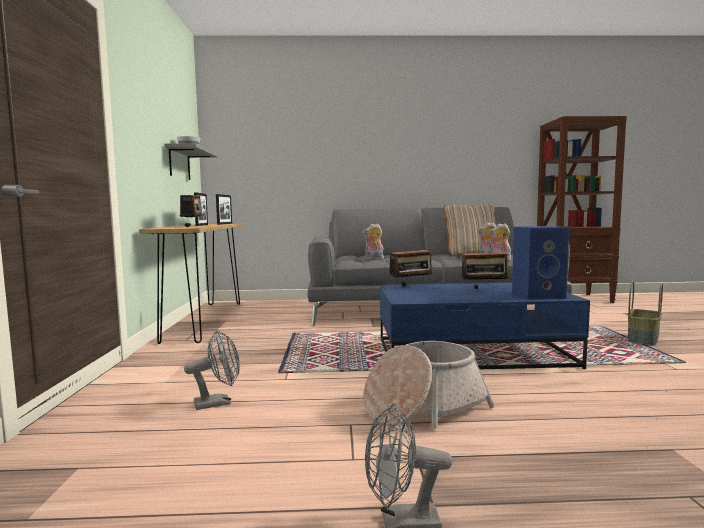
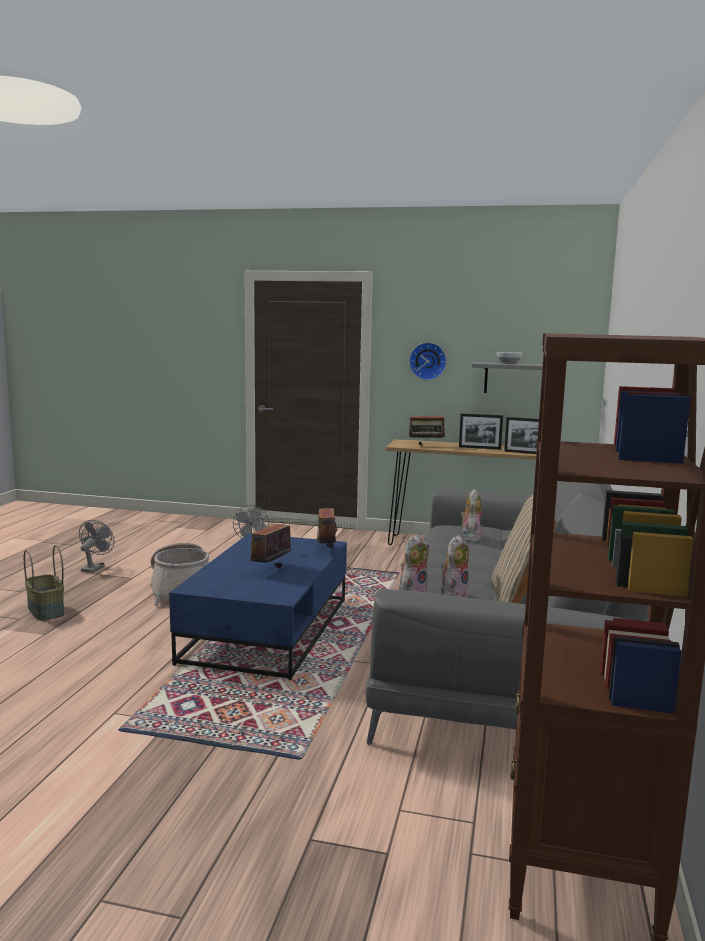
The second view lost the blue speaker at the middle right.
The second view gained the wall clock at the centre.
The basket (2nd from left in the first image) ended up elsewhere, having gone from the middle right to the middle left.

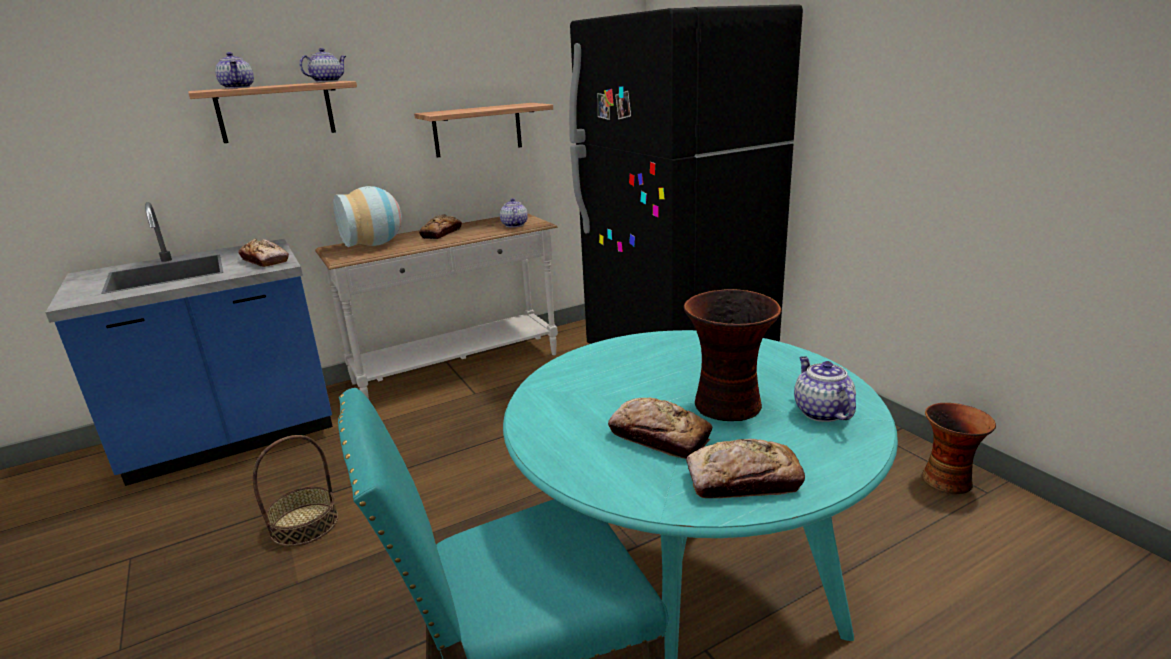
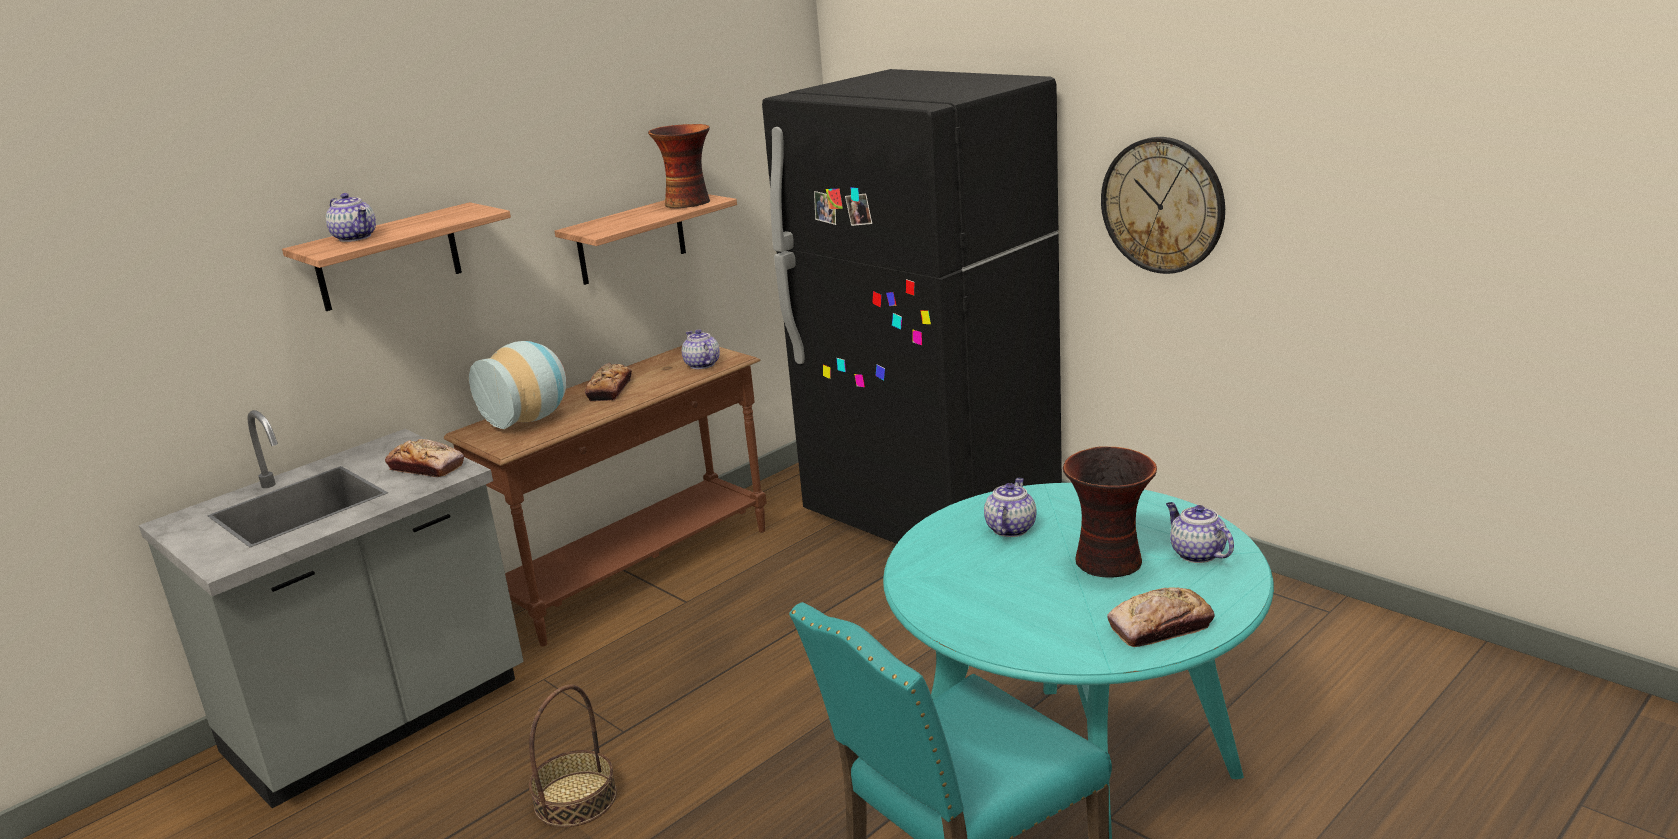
The second view lost the bread (3rd from left) at the centre.
The second view gained the wall clock at the top right.
The teapot (2nd from left in the first image) ended up elsewhere, having gone from the top left to the centre.
The vase (3rd from left in the first image) ended up elsewhere, having gone from the bottom right to the top centre.
What was the blue counter at the middle left turned into the grey counter at the bottom left.
What was the white console table at the centre turned into the brown console table at the centre.

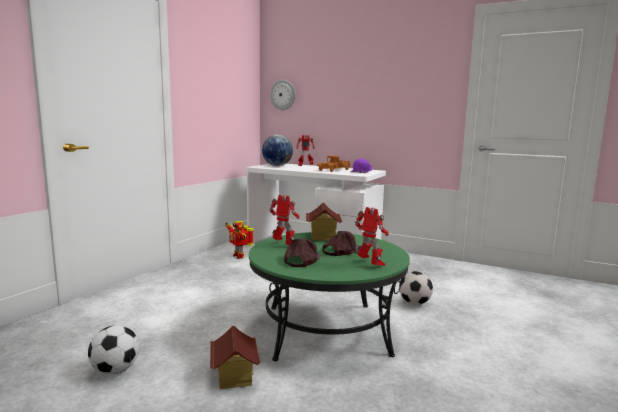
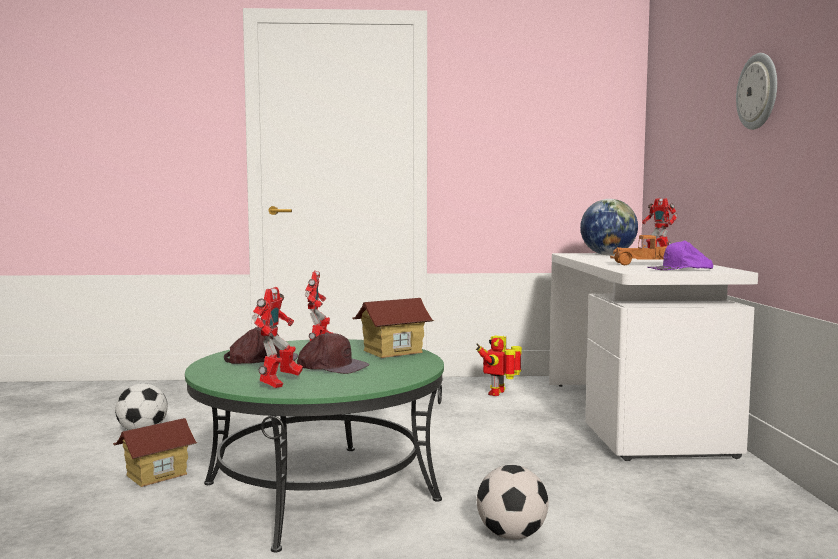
The wall clock ended up elsewhere, having gone from the top centre to the top right.

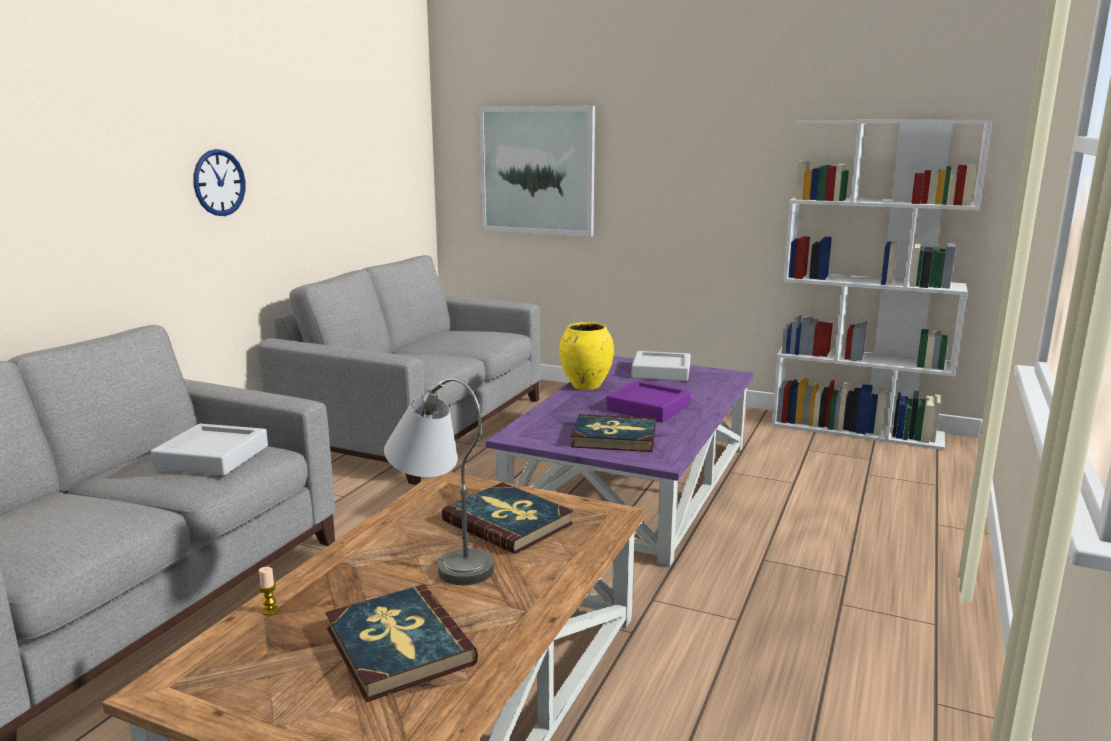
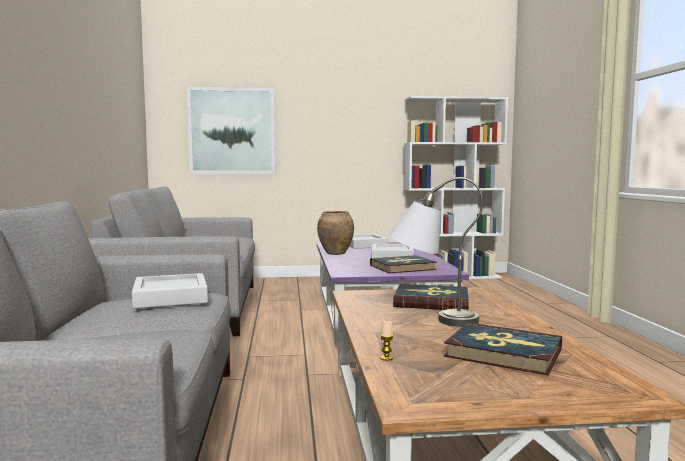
The second view lost the wall clock at the top left.
What was the yellow vase at the centre turned into the brown vase at the centre.
What was the purple tray at the centre turned into the grey tray (3rd from left) at the centre.

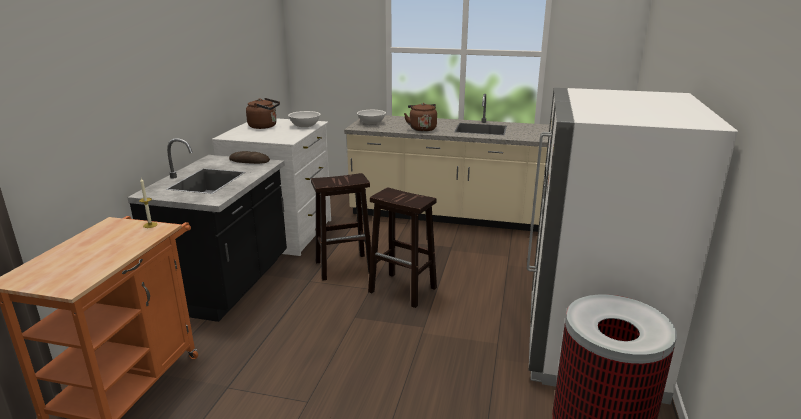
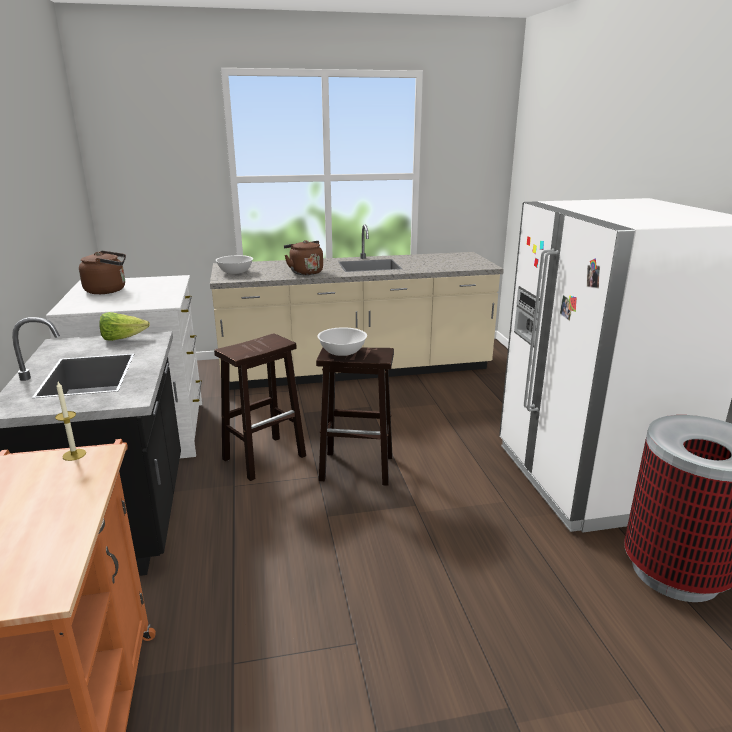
The white bowl (1st from left in the first image) ended up elsewhere, having gone from the top centre to the centre.
Where the bread stood at the middle left, the lettuce came to stand at the middle left.

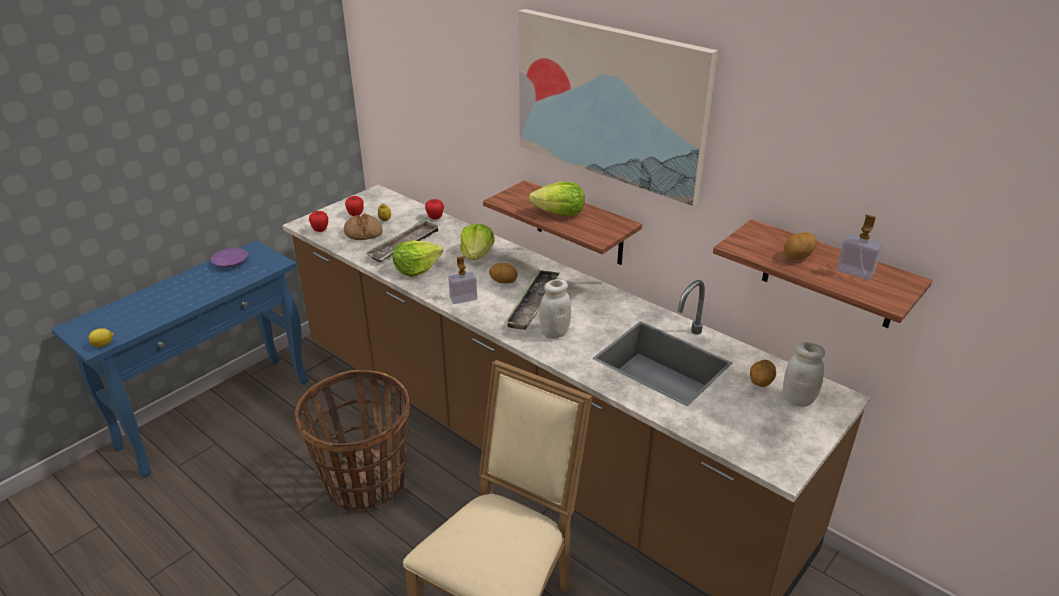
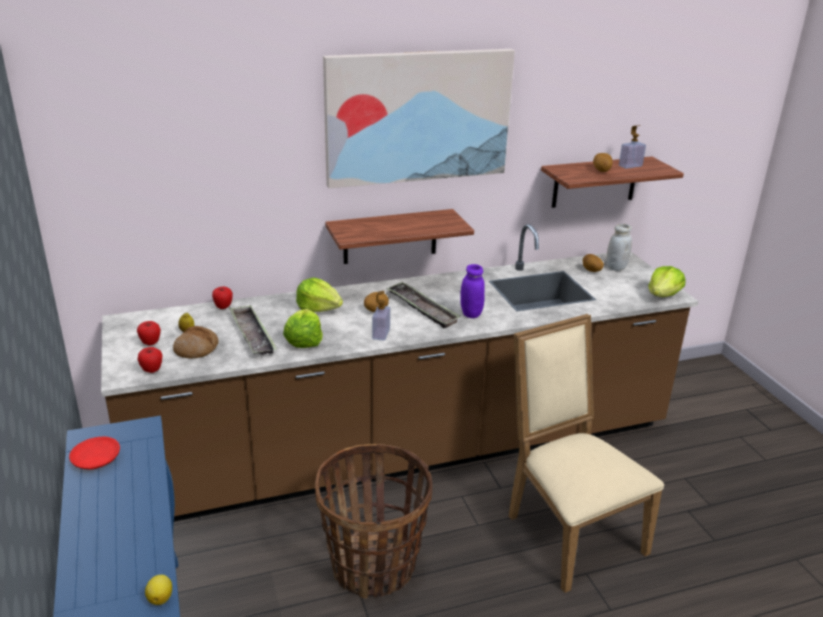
The lettuce (3rd from left) ended up elsewhere, having gone from the centre to the middle right.
What was the purple plate at the middle left turned into the red plate at the bottom left.
What was the white jar (1st from left) at the centre turned into the purple jar at the centre.

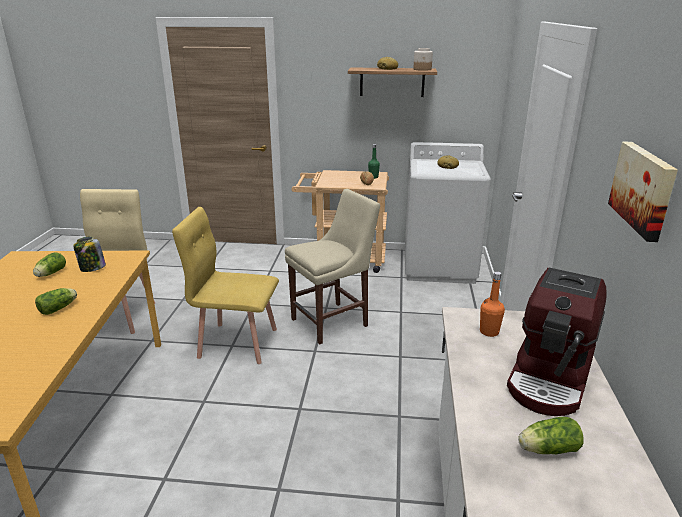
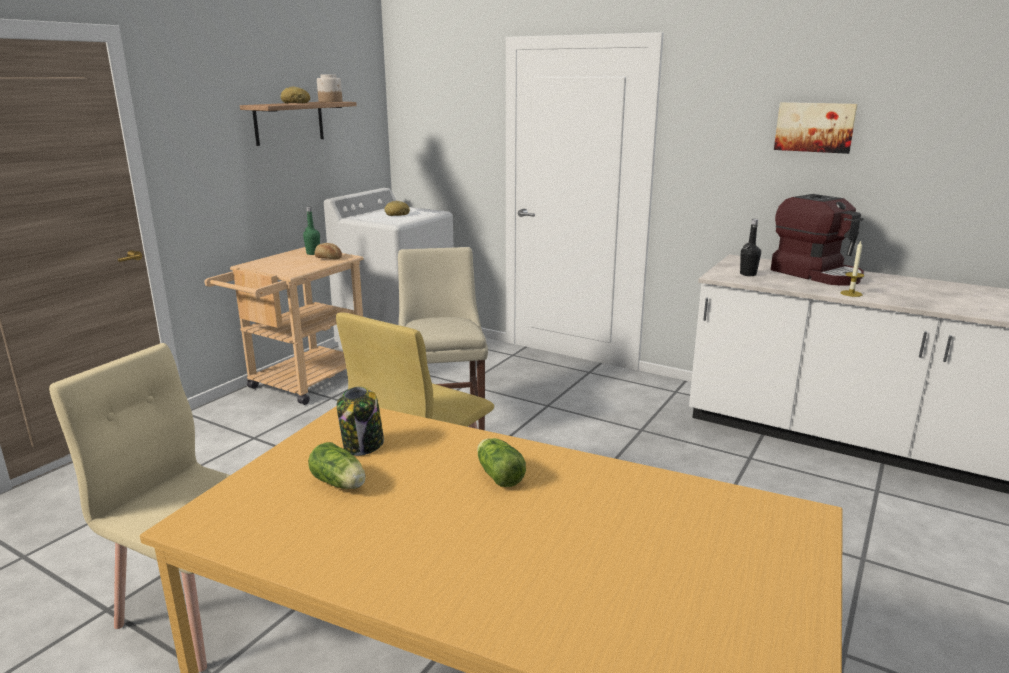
The second view lost the lettuce (3rd from left) at the bottom right.
The second view gained the candle at the middle right.
What was the orange bottle at the middle right turned into the black bottle at the middle right.

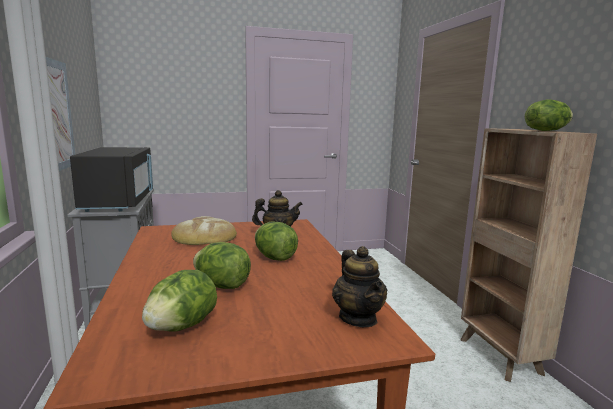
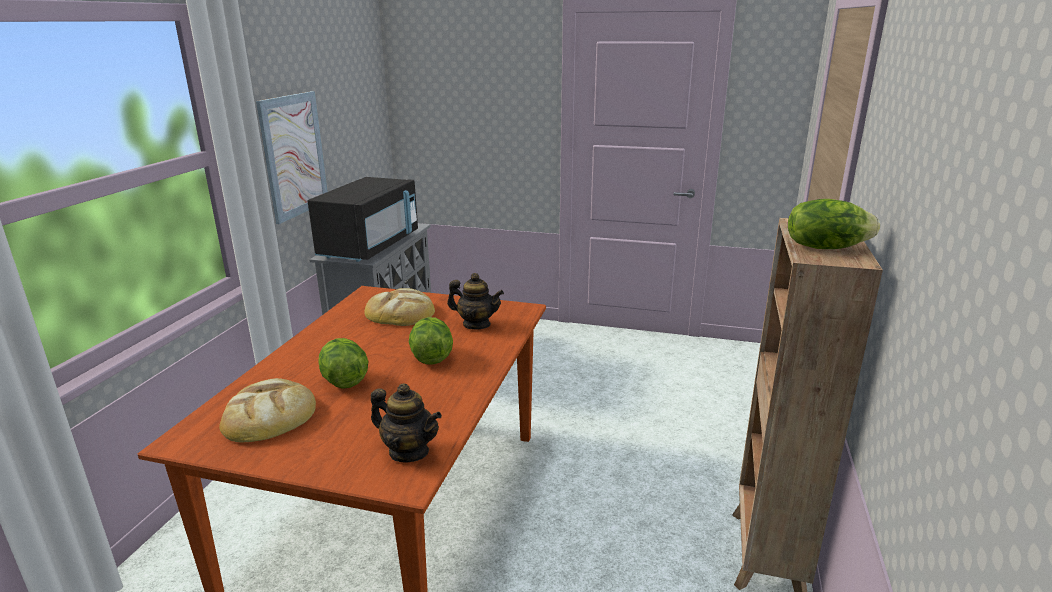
Where the lettuce (1st from left) stood at the bottom left, the bread (1st from left) came to stand at the bottom left.
The teapot (2nd from left in the first image) at the bottom centre ended up facing another way, 75 degrees counterclockwise from before.

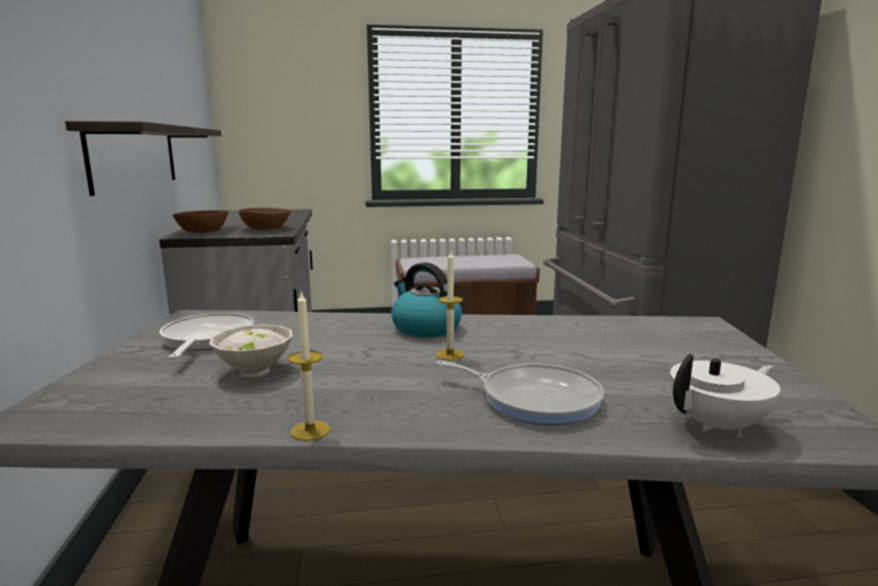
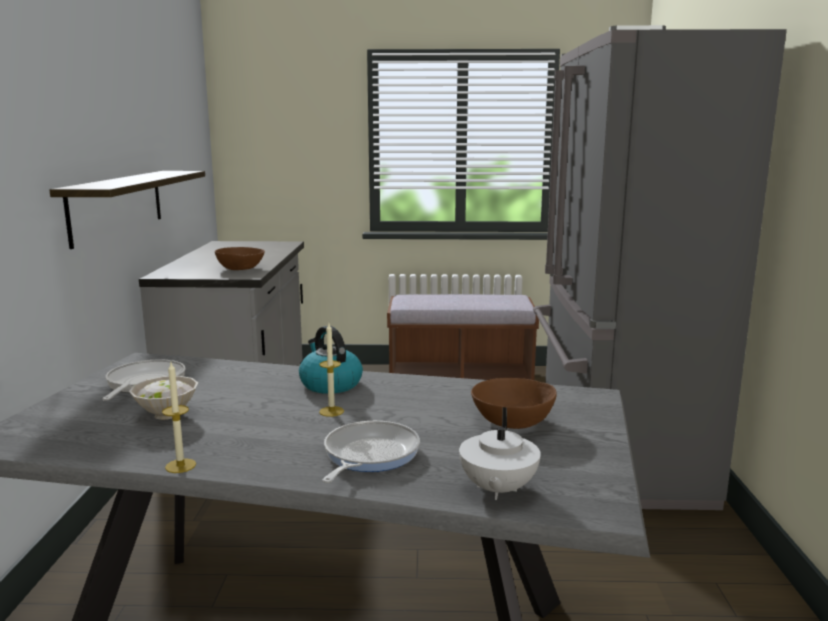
The brown bowl (1st from left in the first image) ended up elsewhere, having gone from the middle left to the centre.
The frying pan (2nd from left) at the bottom centre ended up facing another way, 105 degrees counterclockwise from before.
The white teapot at the bottom right ended up facing another way, 120 degrees clockwise from before.

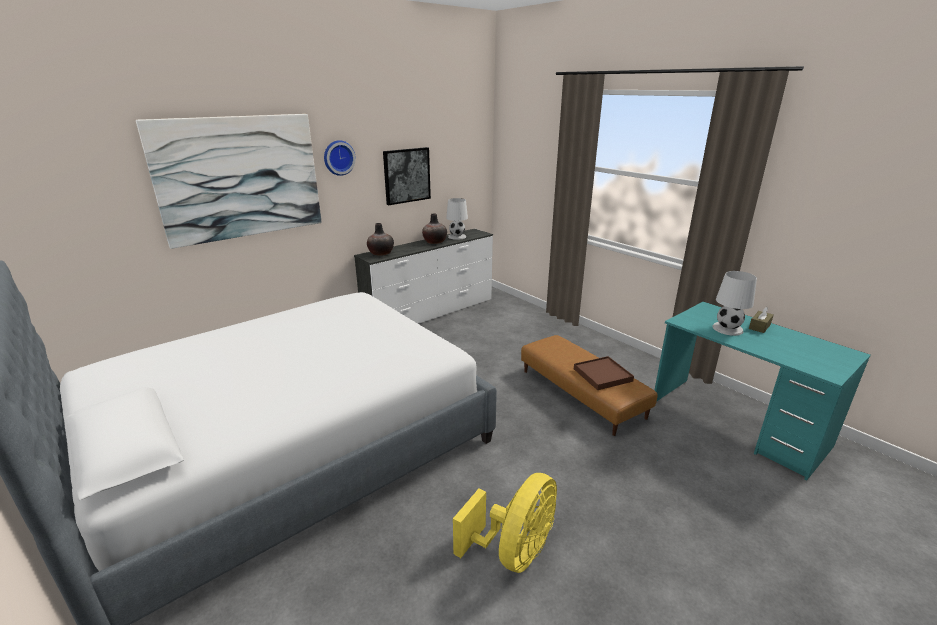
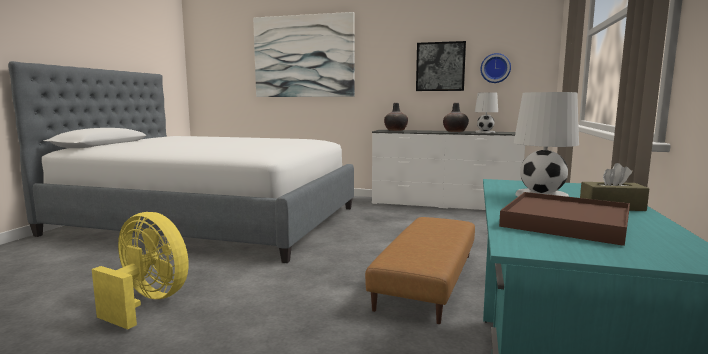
The wall clock ended up elsewhere, having gone from the top centre to the top right.
The brown tray ended up elsewhere, having gone from the centre to the middle right.
The yellow fan at the bottom centre ended up facing another way, 150 degrees counterclockwise from before.

